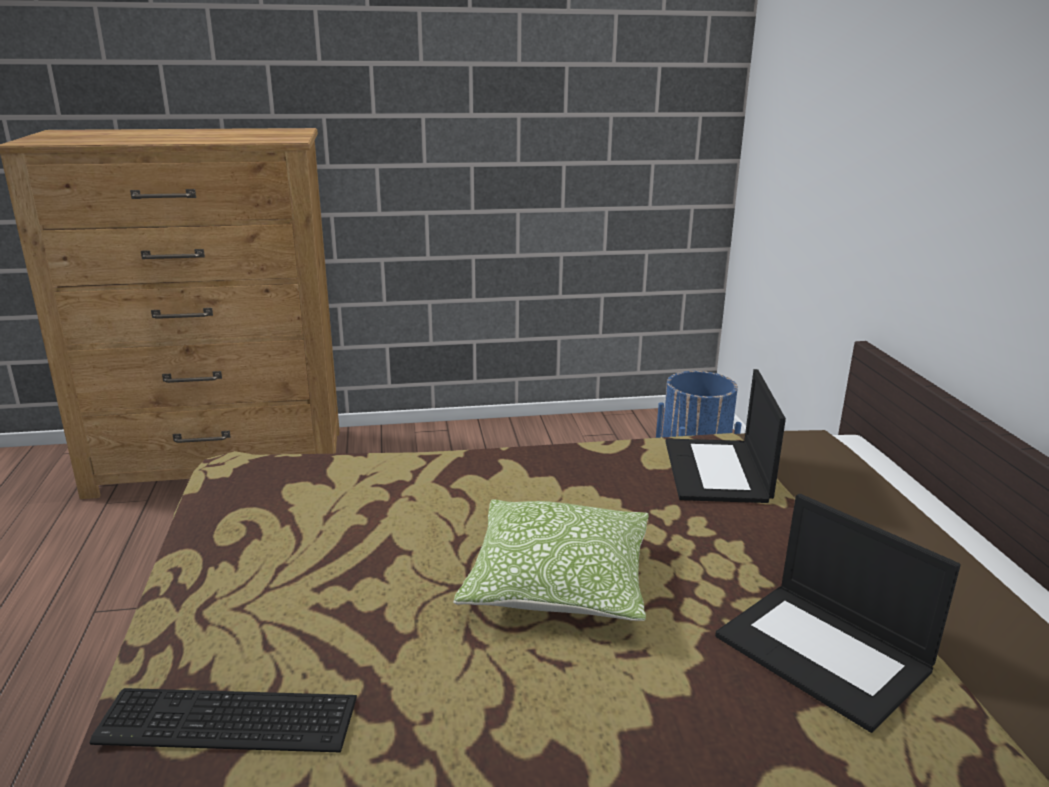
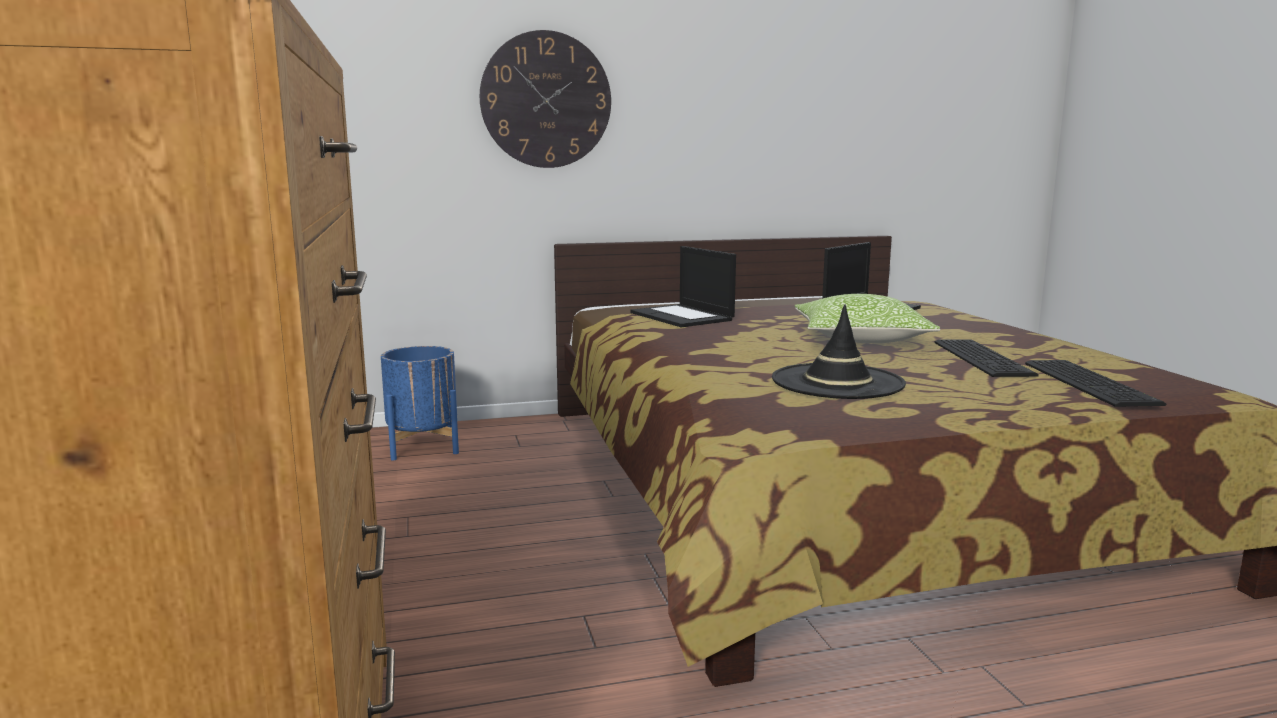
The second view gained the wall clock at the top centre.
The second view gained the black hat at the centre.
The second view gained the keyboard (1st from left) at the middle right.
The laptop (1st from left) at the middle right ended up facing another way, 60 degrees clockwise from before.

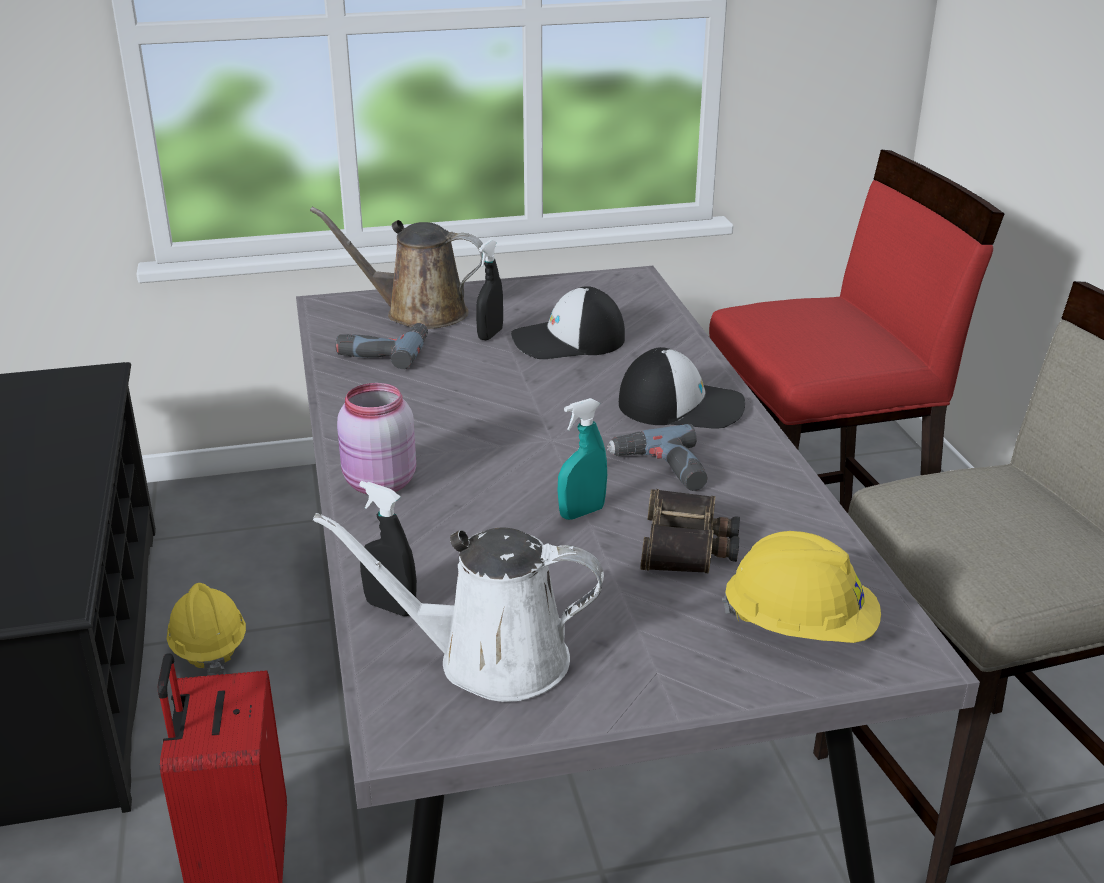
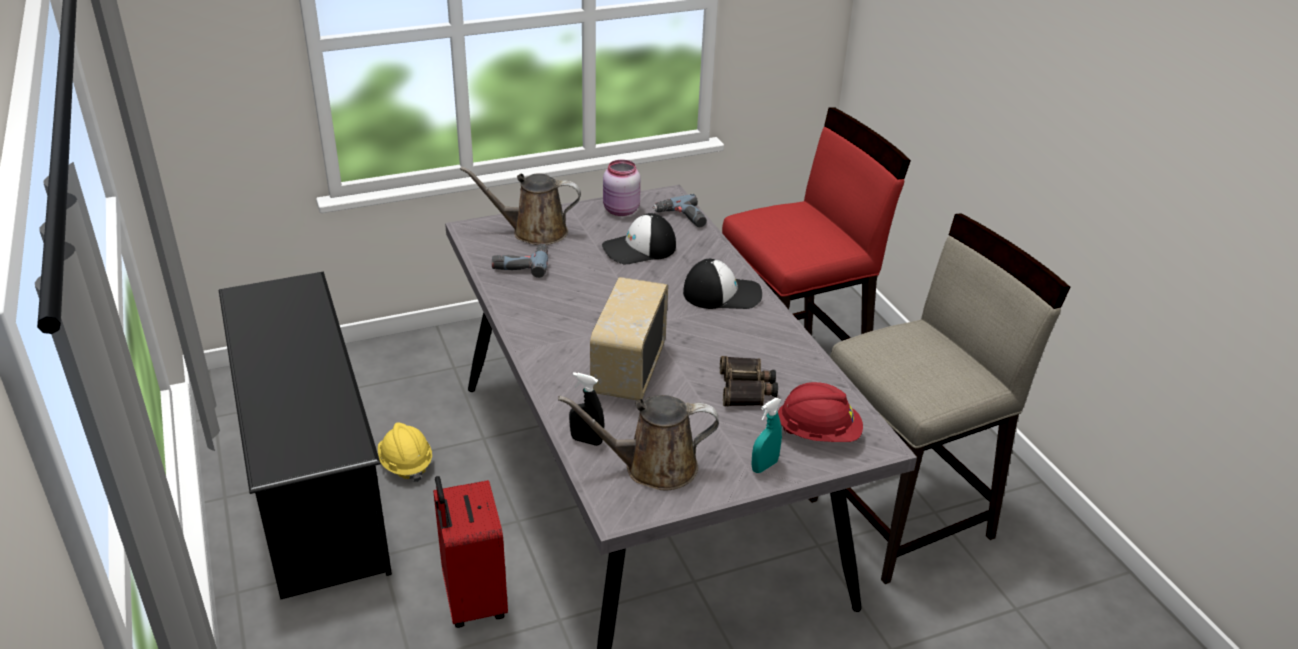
The second view lost the black spray bottle (2nd from left) at the top centre.
The second view gained the radio at the centre.
The pink jar ended up elsewhere, having gone from the centre to the top centre.
The turquoise spray bottle ended up elsewhere, having gone from the centre to the bottom centre.
The power drill (2nd from left) ended up elsewhere, having gone from the centre to the top centre.
What was the white watering can at the bottom centre turned into the brown watering can (2nd from left) at the bottom centre.
What was the yellow hard hat (2nd from left) at the middle right turned into the red hard hat at the centre.

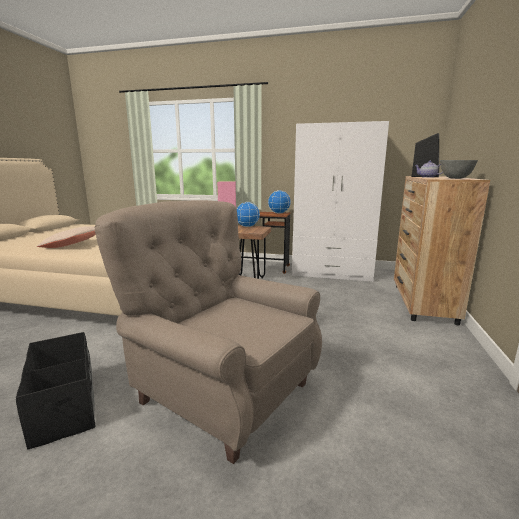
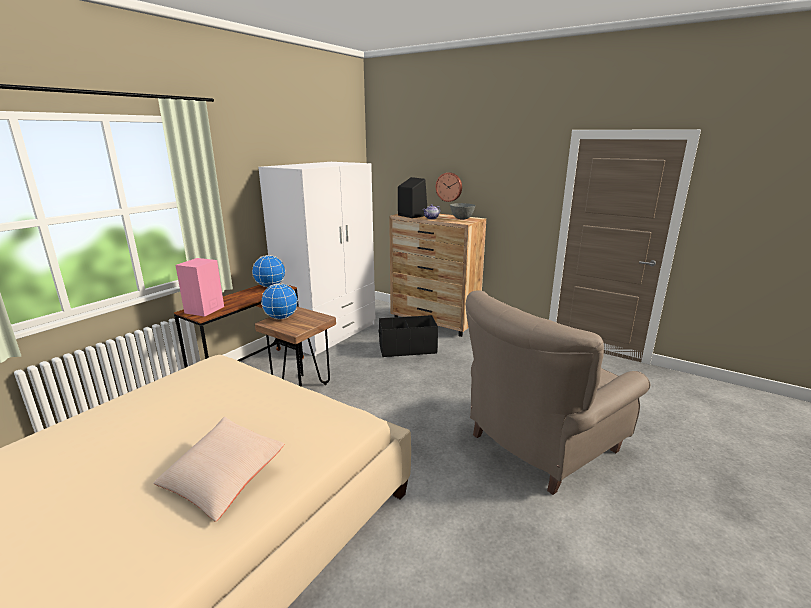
The second view gained the wall clock at the top centre.
The black storage box ended up elsewhere, having gone from the bottom left to the centre.

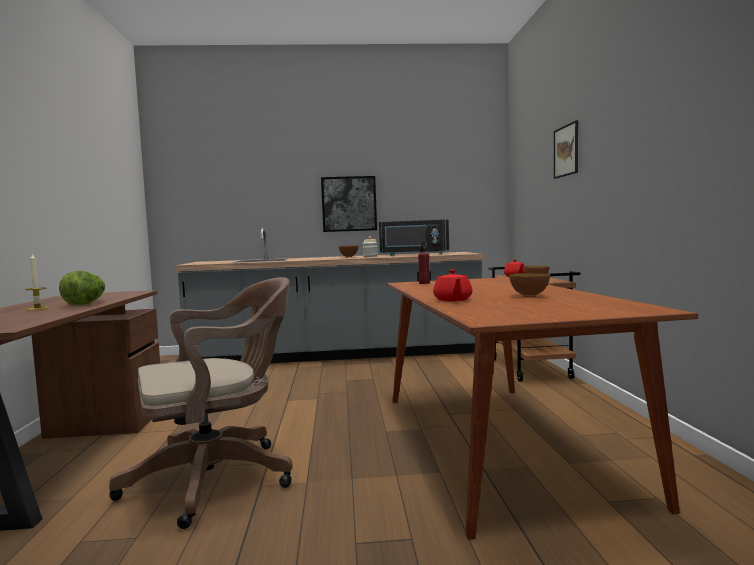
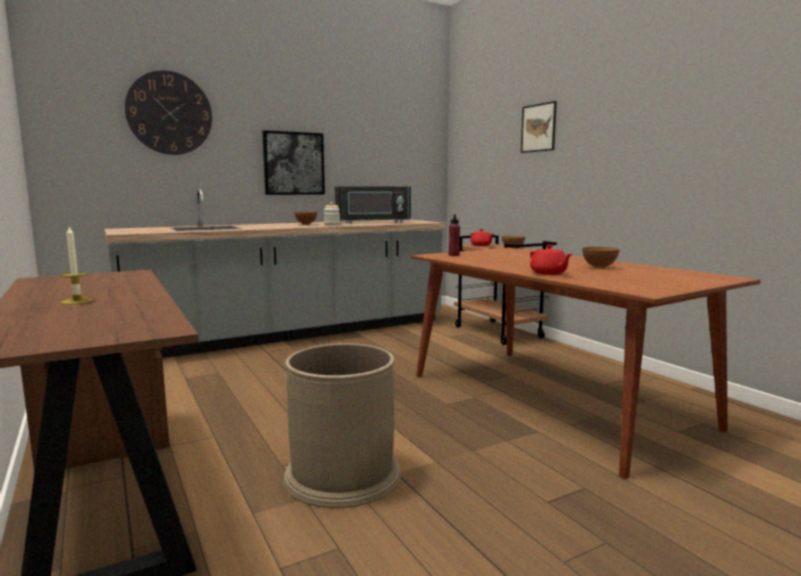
The second view lost the lettuce at the middle left.
The second view gained the wall clock at the top left.
Where the brown office chair stood at the bottom left, the brown trash can came to stand at the bottom centre.

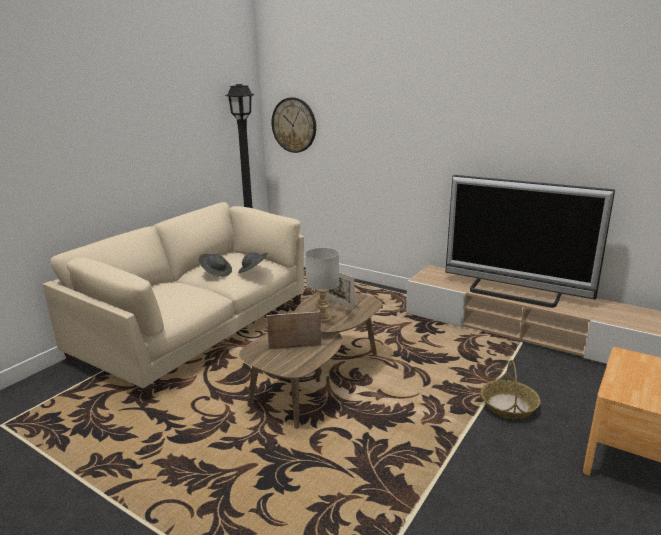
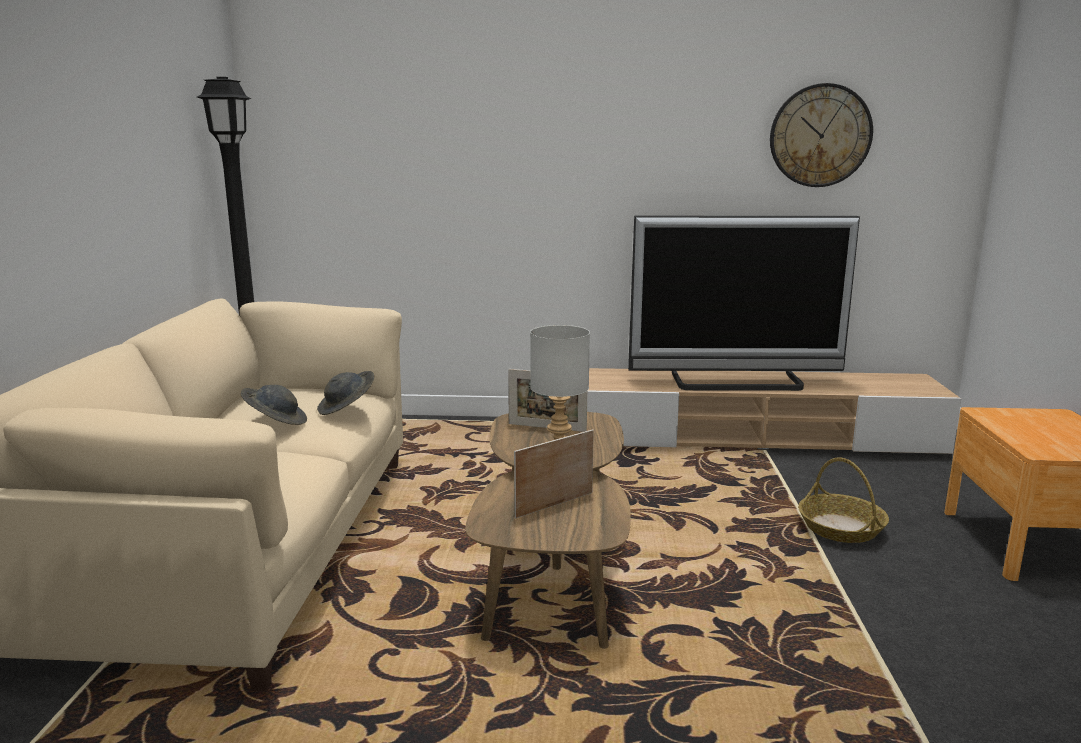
The wall clock ended up elsewhere, having gone from the top centre to the top right.

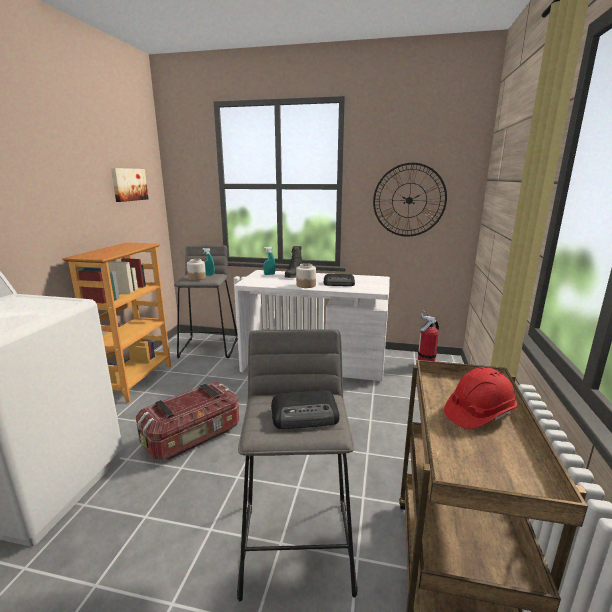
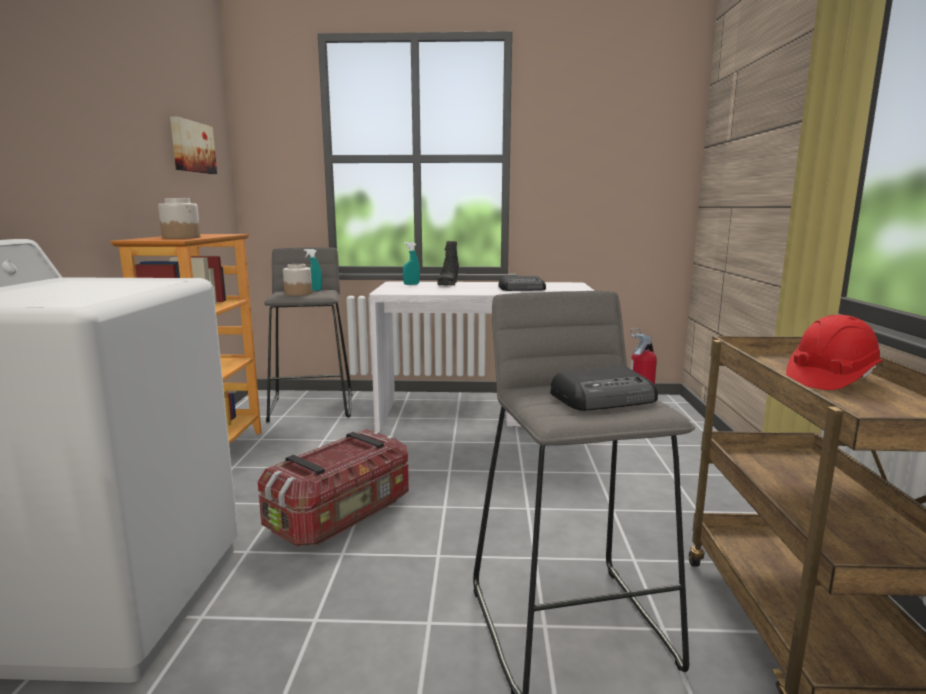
The second view lost the wall clock at the top right.
The jar (2nd from left in the first image) ended up elsewhere, having gone from the centre to the top left.

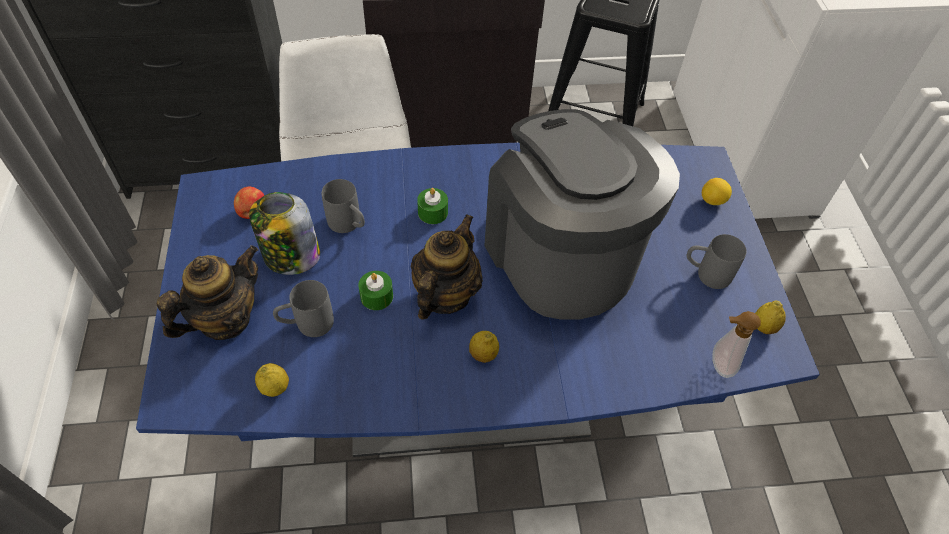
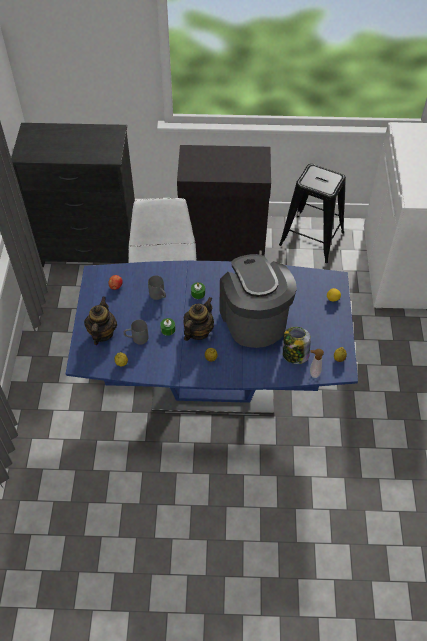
The second view lost the grey mug (3rd from left) at the middle right.
The jar ended up elsewhere, having gone from the middle left to the middle right.
The teapot (1st from left) at the middle left ended up facing another way, 45 degrees counterclockwise from before.

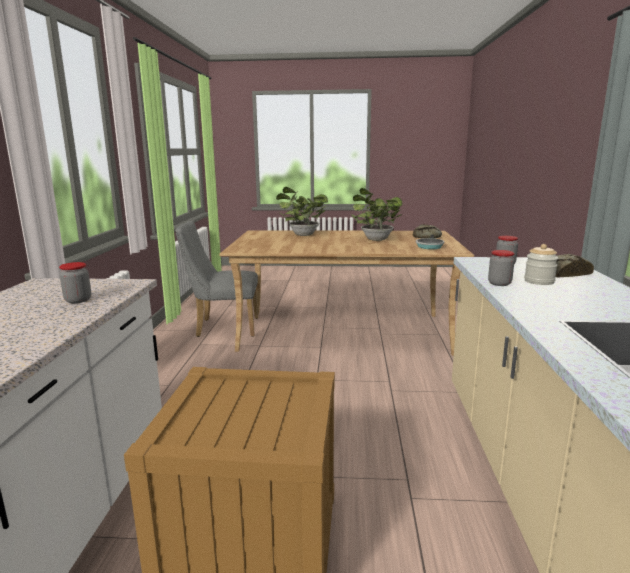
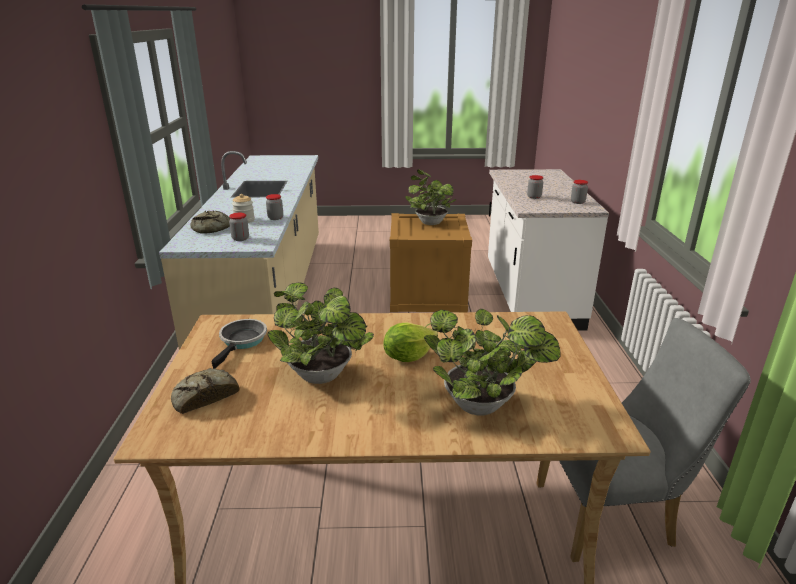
The second view gained the lettuce at the centre.
The second view gained the potted plant (2nd from left) at the centre.
The second view gained the jar (5th from left) at the top right.

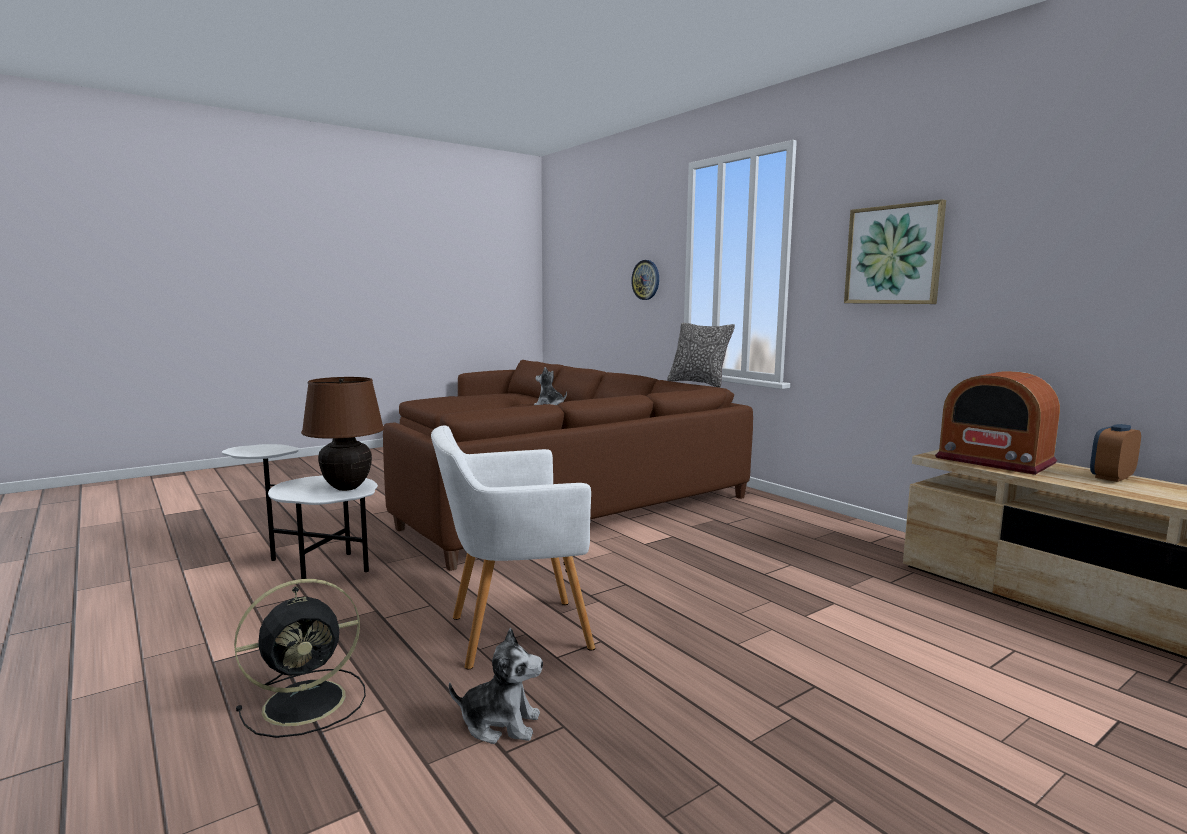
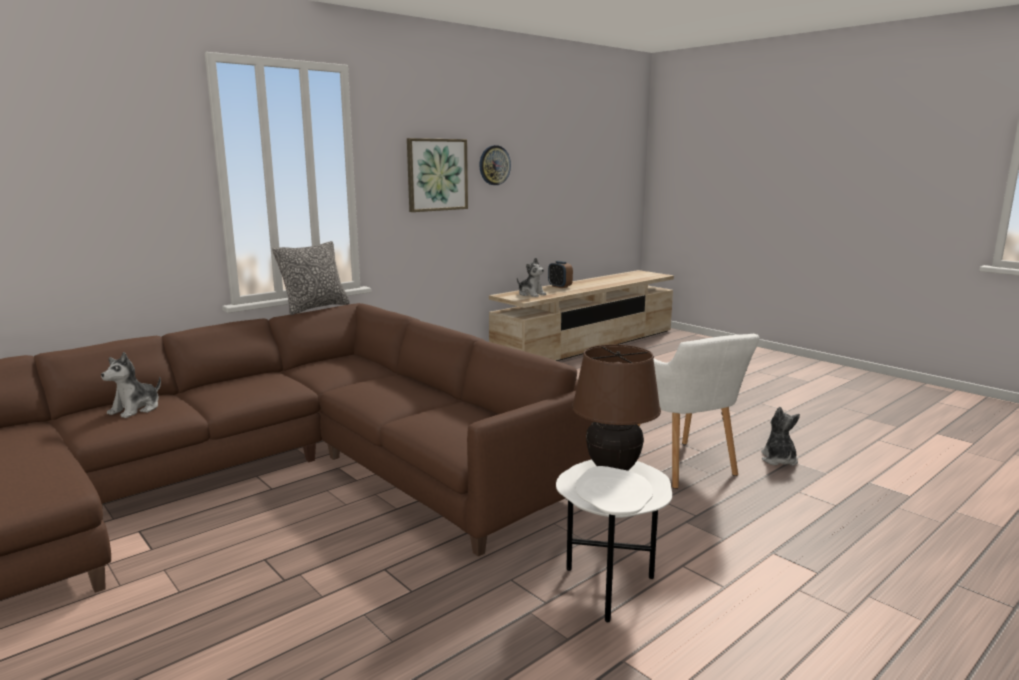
The second view lost the black fan at the bottom left.
The wall clock ended up elsewhere, having gone from the centre to the top centre.
Where the radio stood at the middle right, the plush toy (2nd from left) came to stand at the centre.

